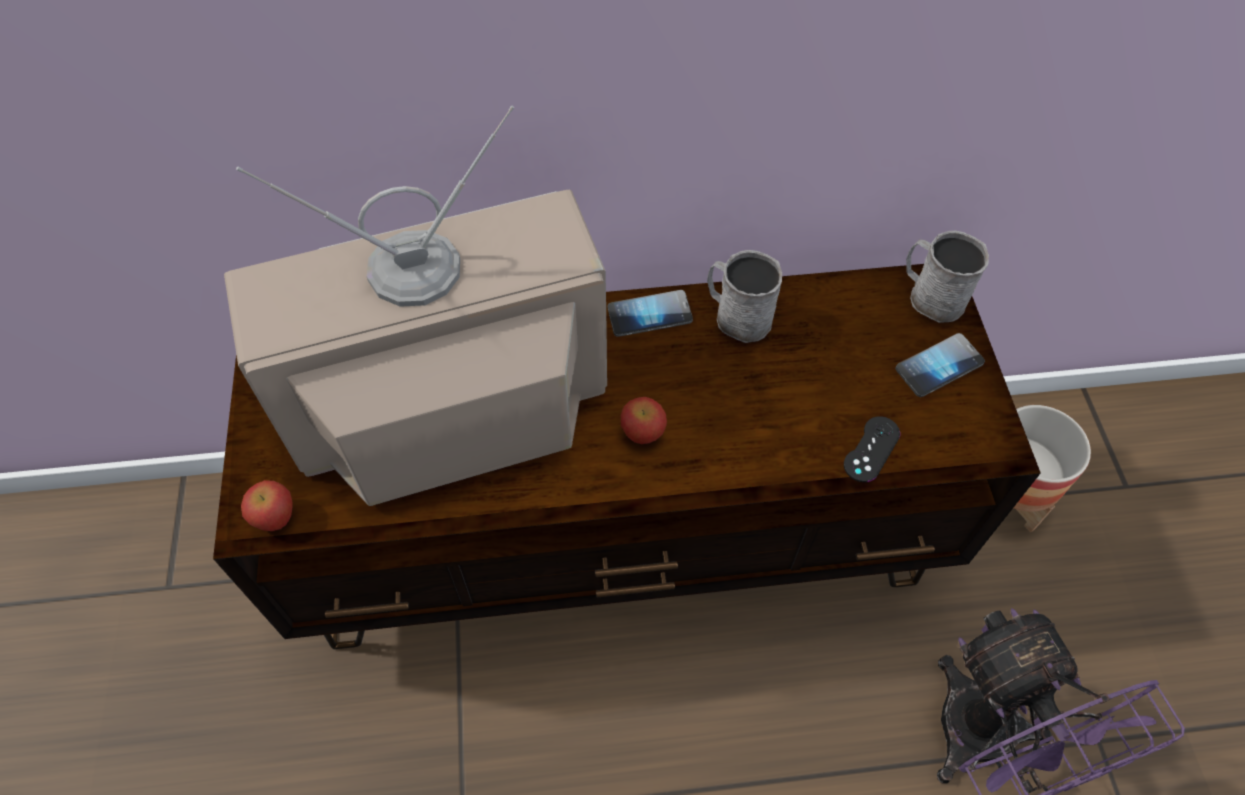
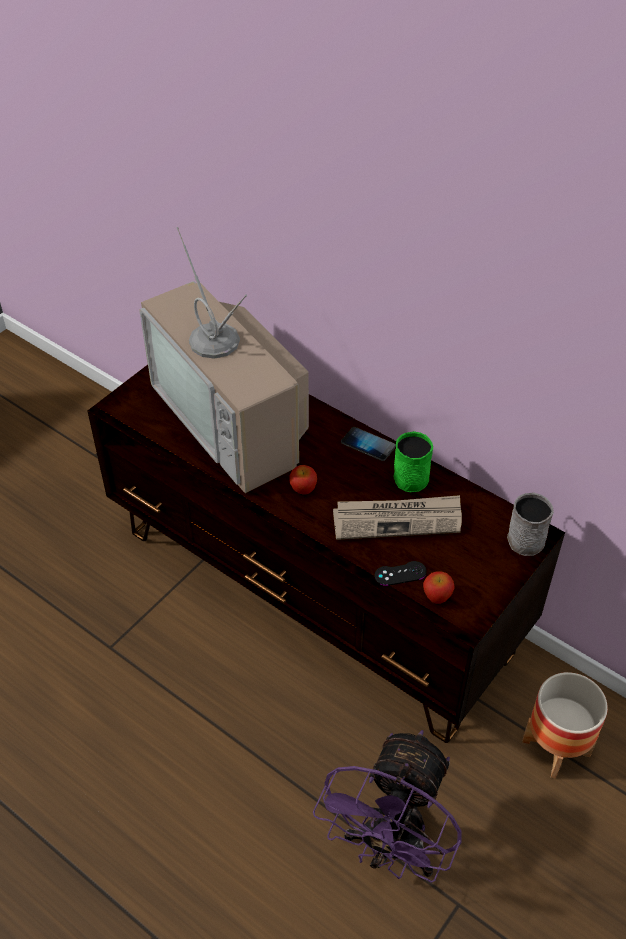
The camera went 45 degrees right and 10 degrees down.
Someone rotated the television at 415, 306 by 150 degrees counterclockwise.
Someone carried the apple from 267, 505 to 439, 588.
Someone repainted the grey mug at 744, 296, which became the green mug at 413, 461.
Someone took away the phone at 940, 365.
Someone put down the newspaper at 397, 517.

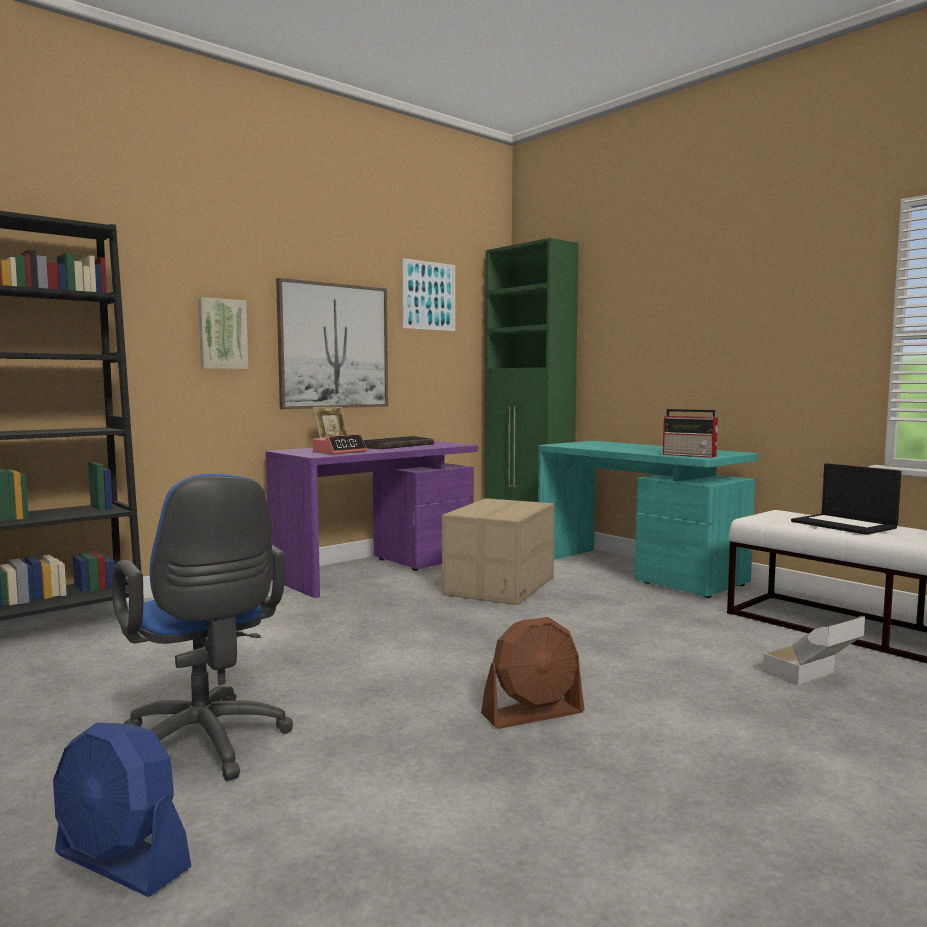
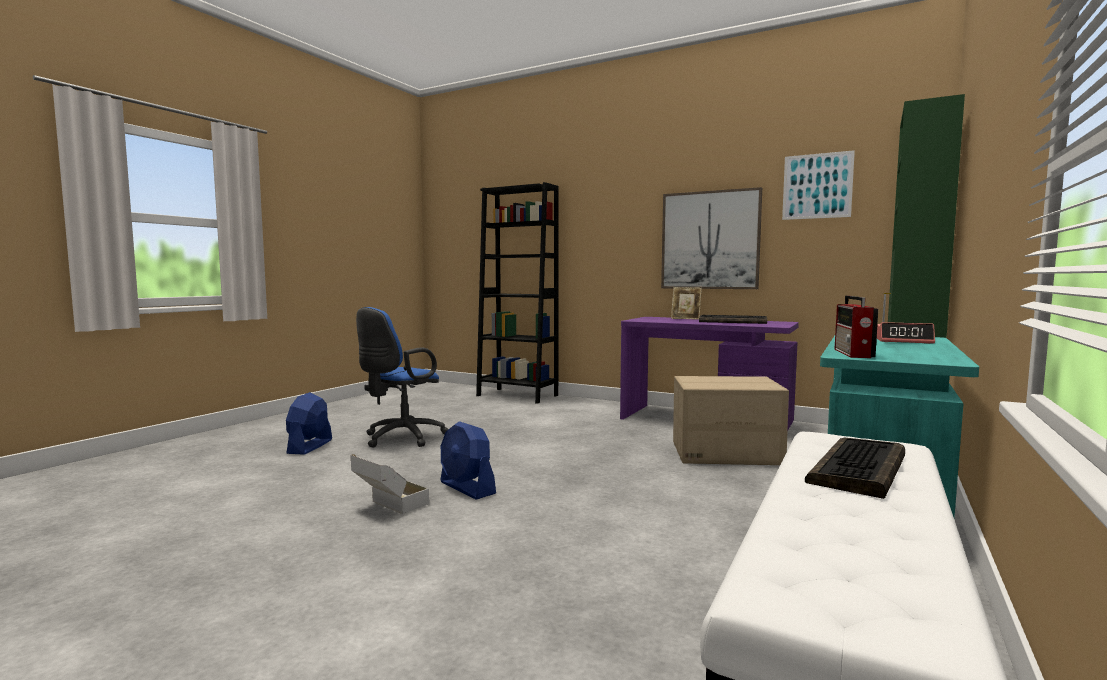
The camera went 70 degrees right and 0 degrees up.
Someone took away the picture at 223, 333.
Someone carried the alarm clock from 339, 444 to 906, 333.
Someone repainted the brown fan at 532, 673, which became the blue fan at 468, 460.
Someone carried the cardboard box from 814, 650 to 390, 484.
Someone swapped the laptop at 846, 499 for the keyboard at 855, 468.

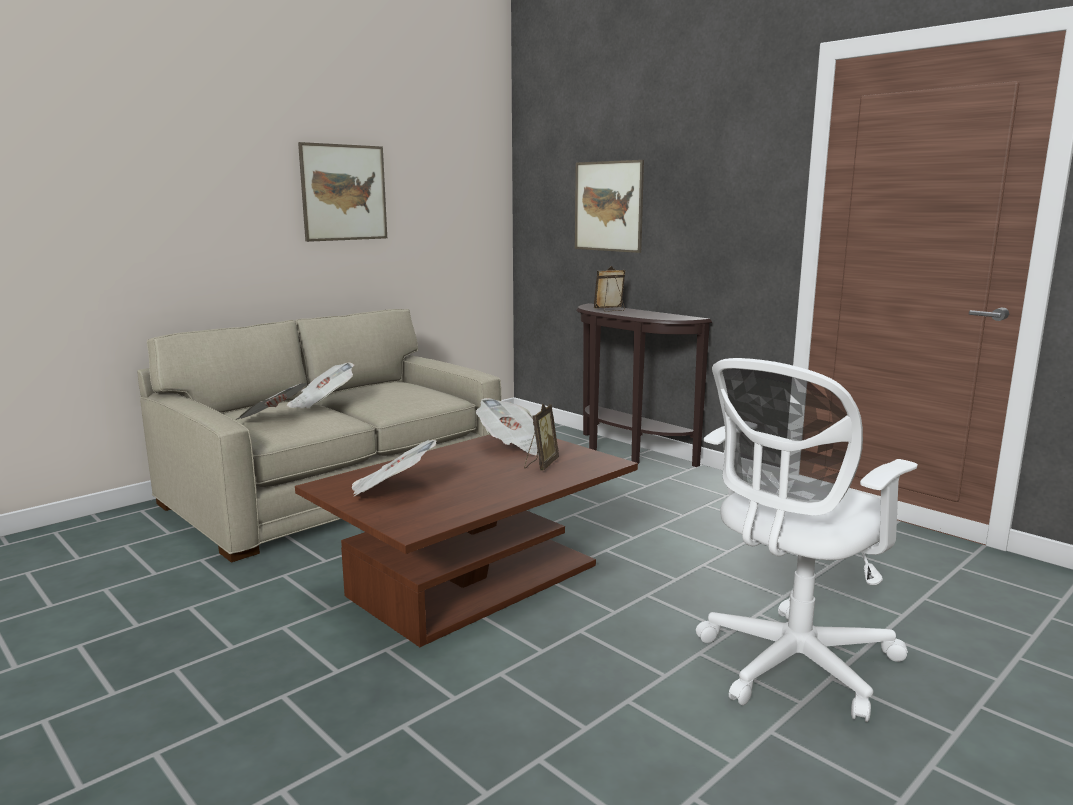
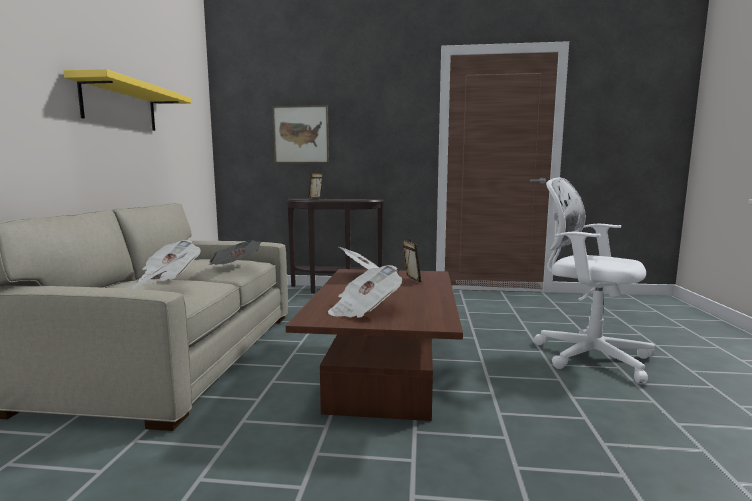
The camera went 40 degrees left and 5 degrees down.
Someone swapped the picture at 342, 192 for the yellow shelf at 127, 100.
Someone rotated the white office chair at 807, 540 by 120 degrees clockwise.
Someone put down the newspaper at 234, 252.

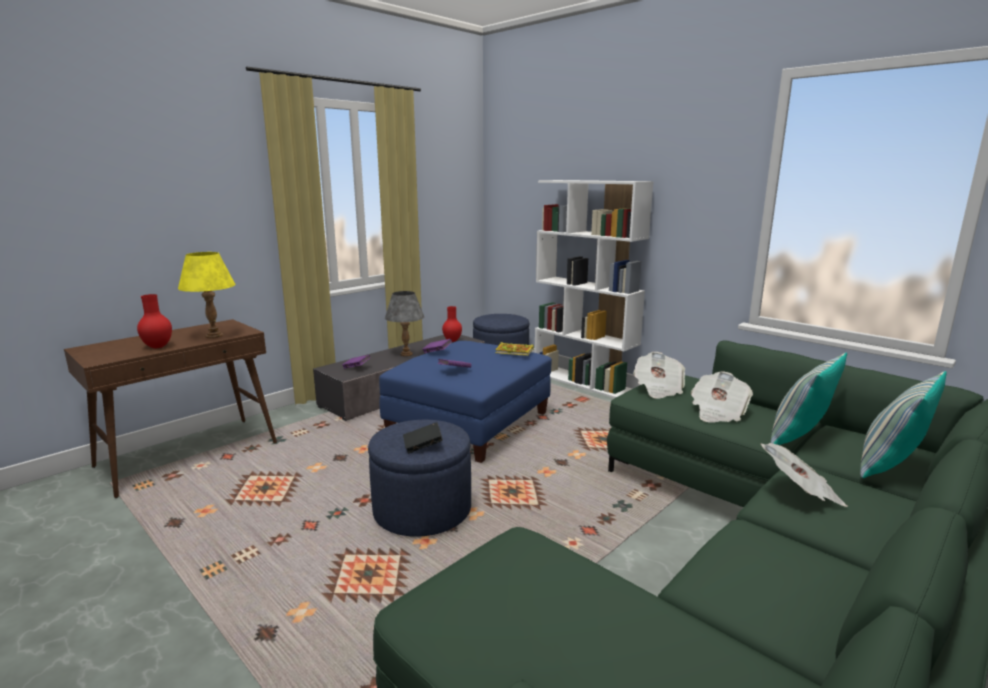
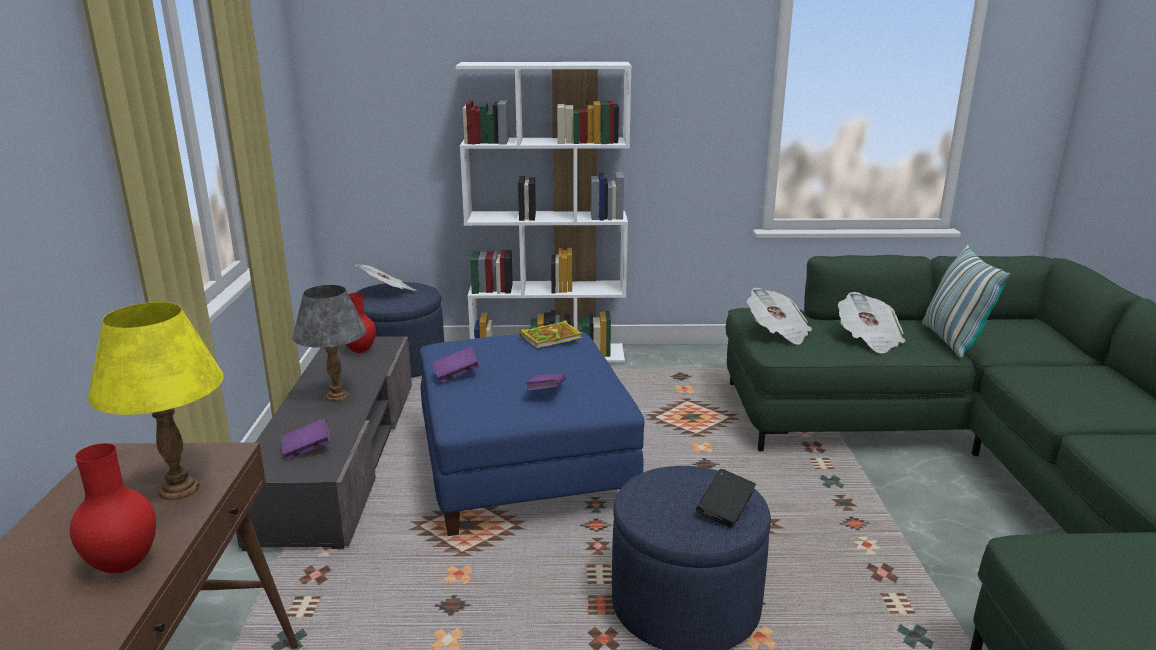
The camera went 45 degrees left and 5 degrees up.
Someone carried the newspaper from 804, 475 to 386, 278.
Someone took away the pillow at 903, 424.

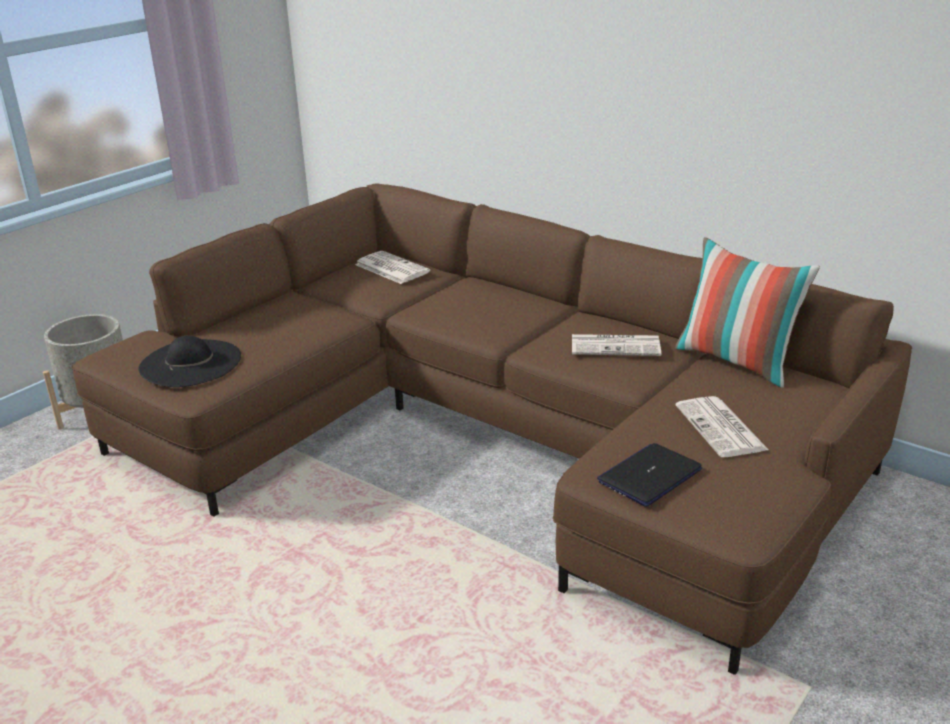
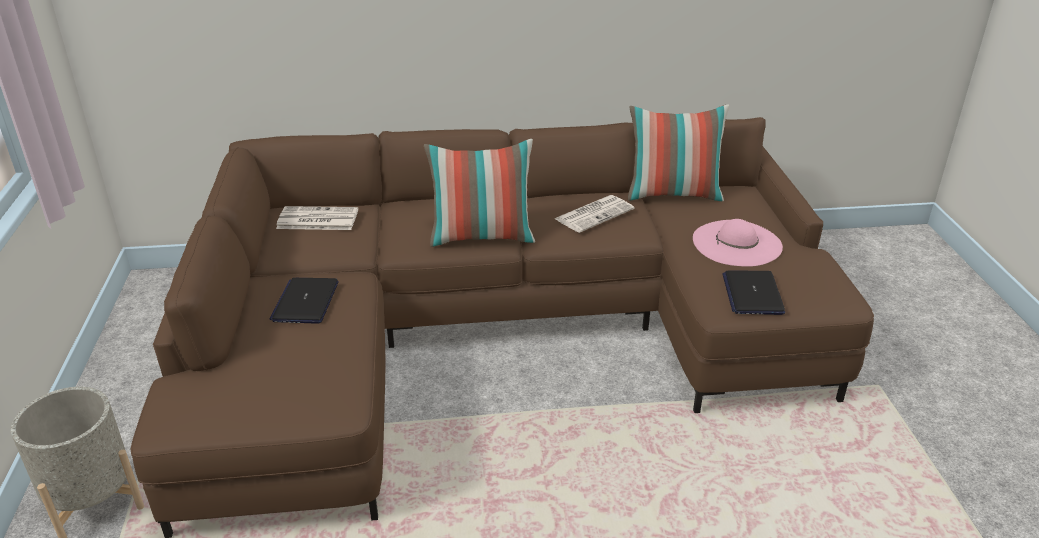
The camera went 45 degrees left and 5 degrees up.
Someone took away the black hat at 189, 361.
Someone swapped the newspaper at 722, 426 for the pink hat at 738, 243.
Someone put down the laptop at 304, 301.
Someone put down the pillow at 479, 193.

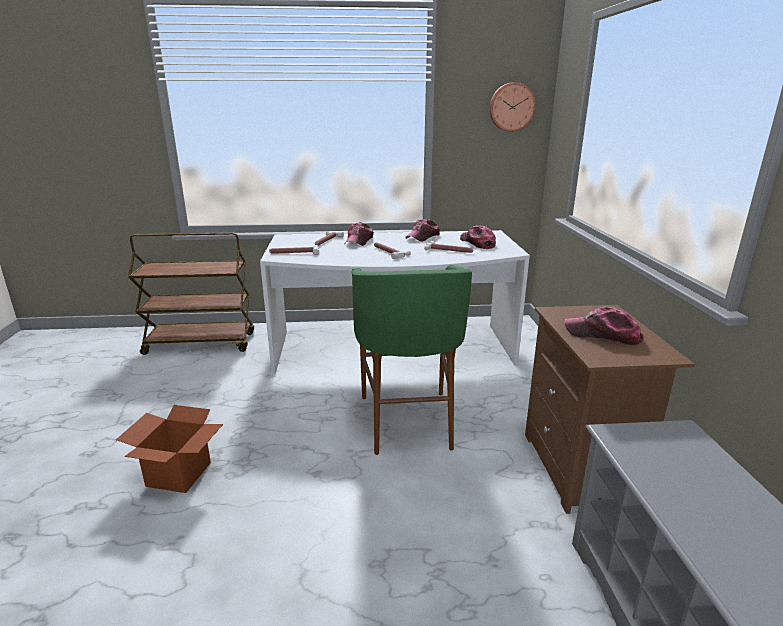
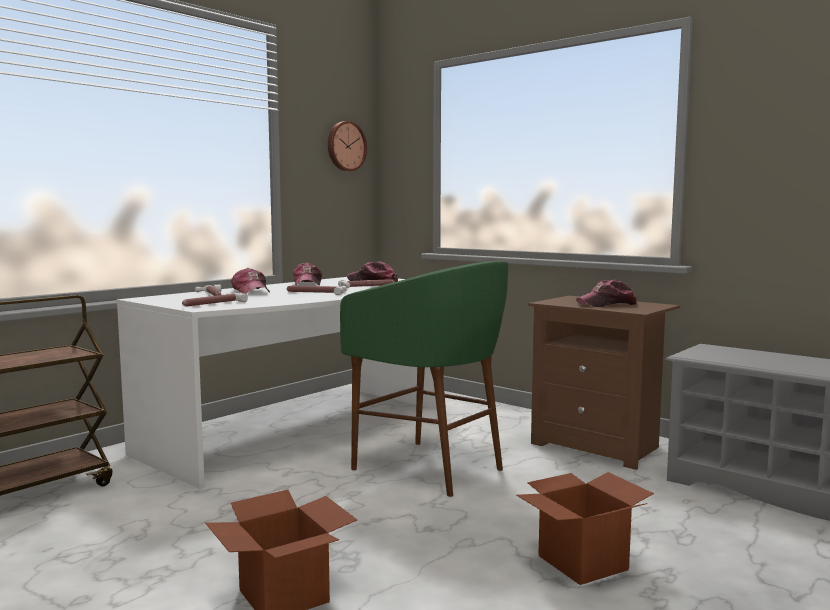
The camera went 45 degrees left and 15 degrees down.
Someone put down the cardboard box at 585, 528.

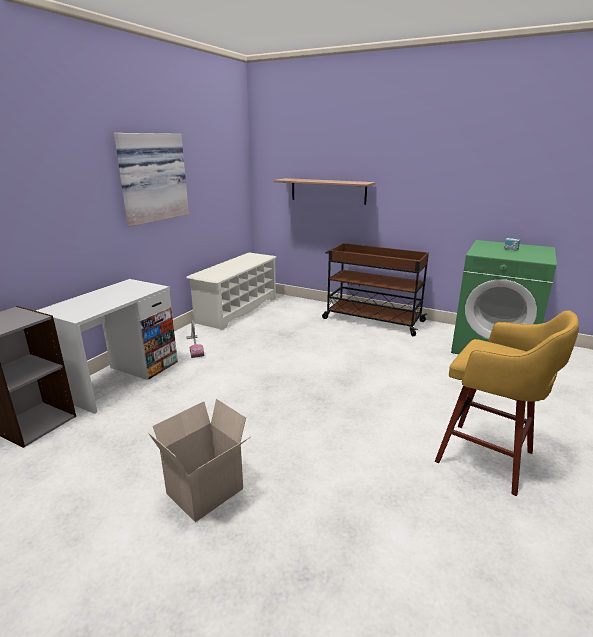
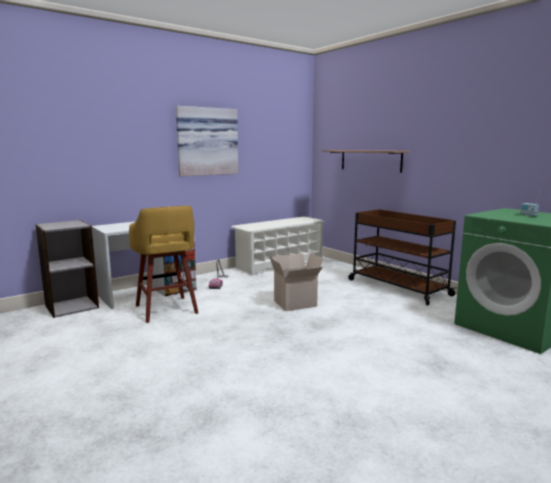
The camera went 25 degrees right and 10 degrees down.
Someone carried the cardboard box from 199, 460 to 296, 282.
Someone carried the yellow stool from 507, 403 to 163, 264.

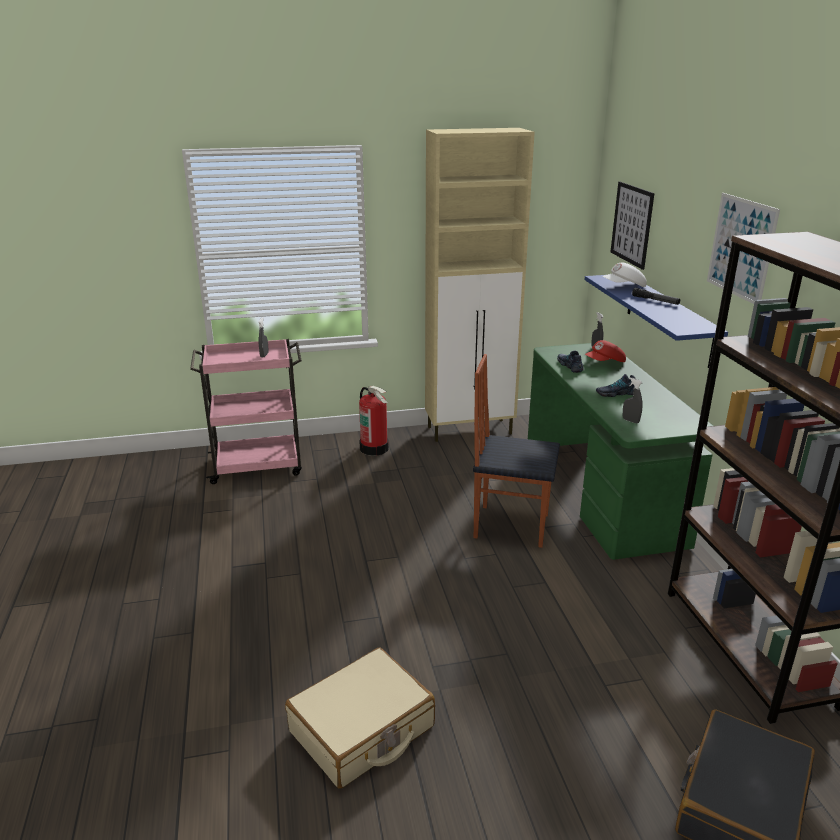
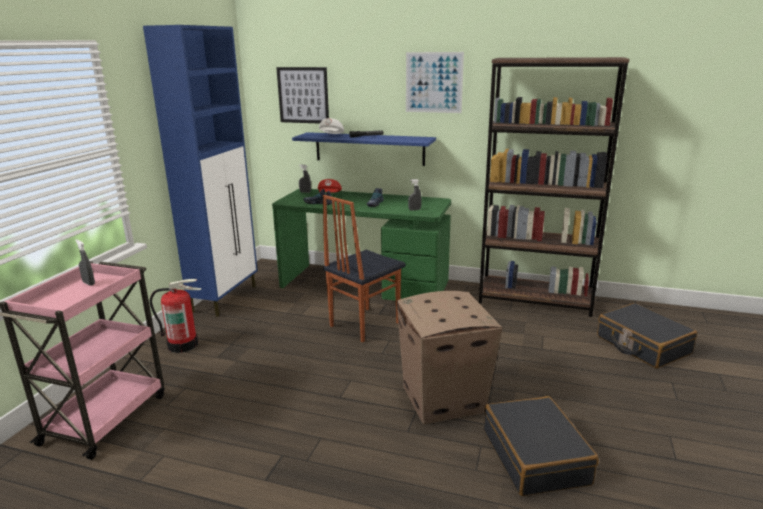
The camera went 60 degrees left and 5 degrees down.
Someone repainted the beige suitcase at 360, 718, which became the black suitcase at 541, 446.
Someone repainted the beige cabinet at 480, 285, which became the blue cabinet at 200, 171.
Someone put down the cardboard box at 450, 357.

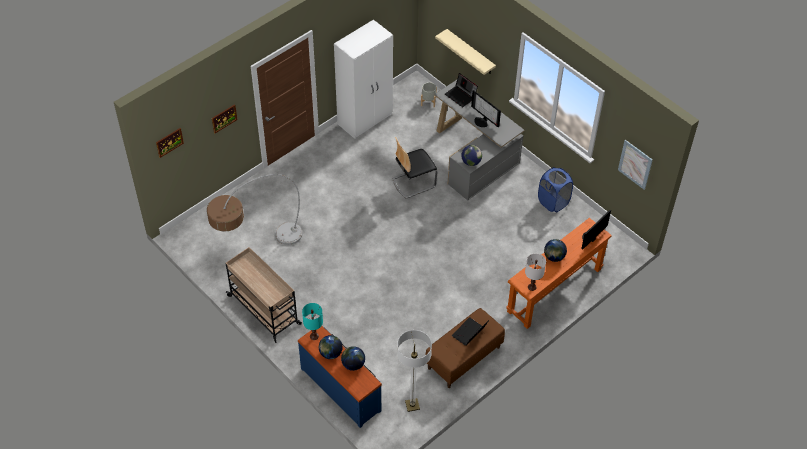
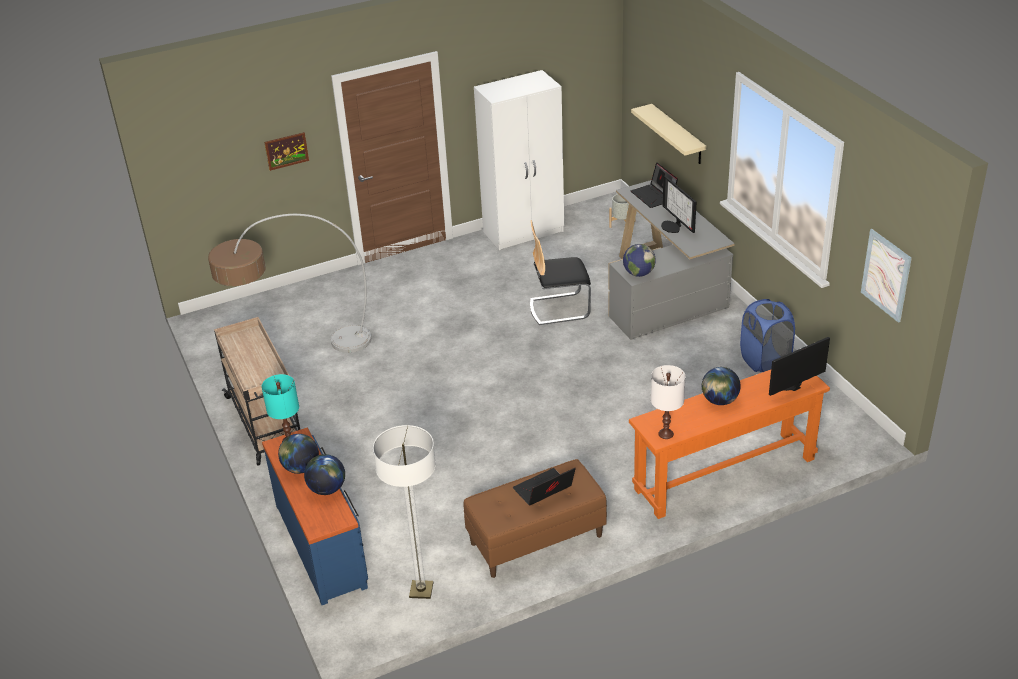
The camera went 20 degrees right and 15 degrees down.
Someone took away the picture at 170, 143.

